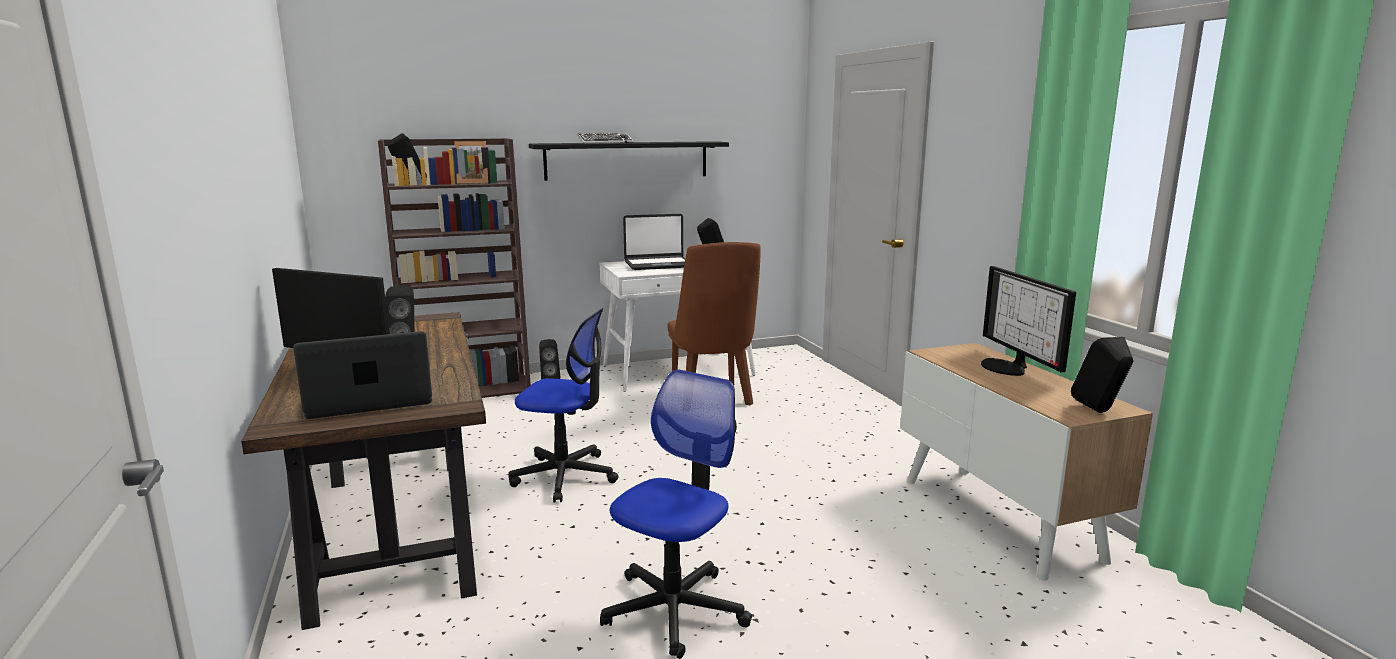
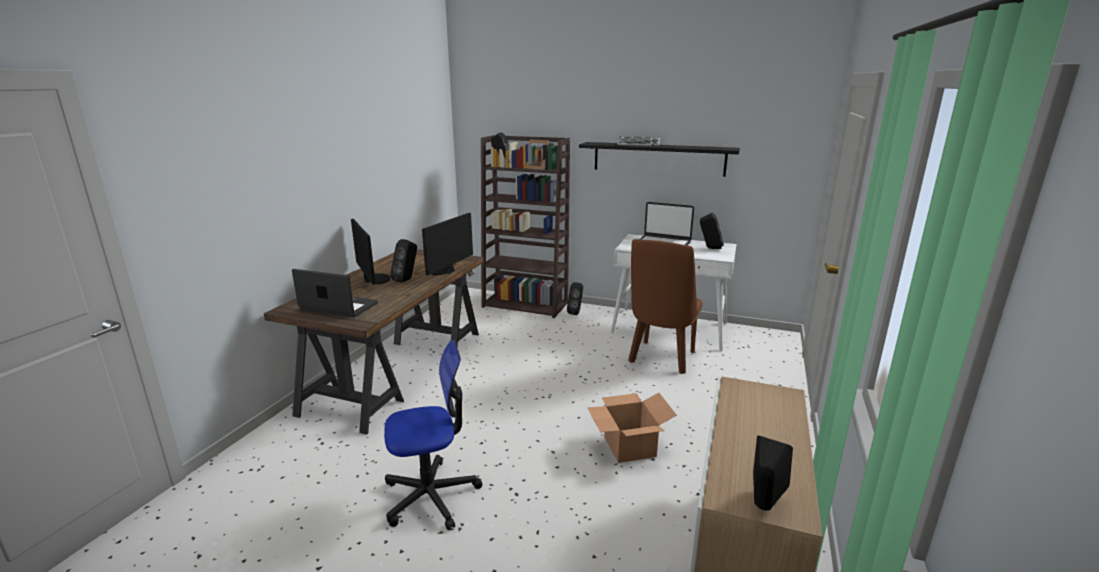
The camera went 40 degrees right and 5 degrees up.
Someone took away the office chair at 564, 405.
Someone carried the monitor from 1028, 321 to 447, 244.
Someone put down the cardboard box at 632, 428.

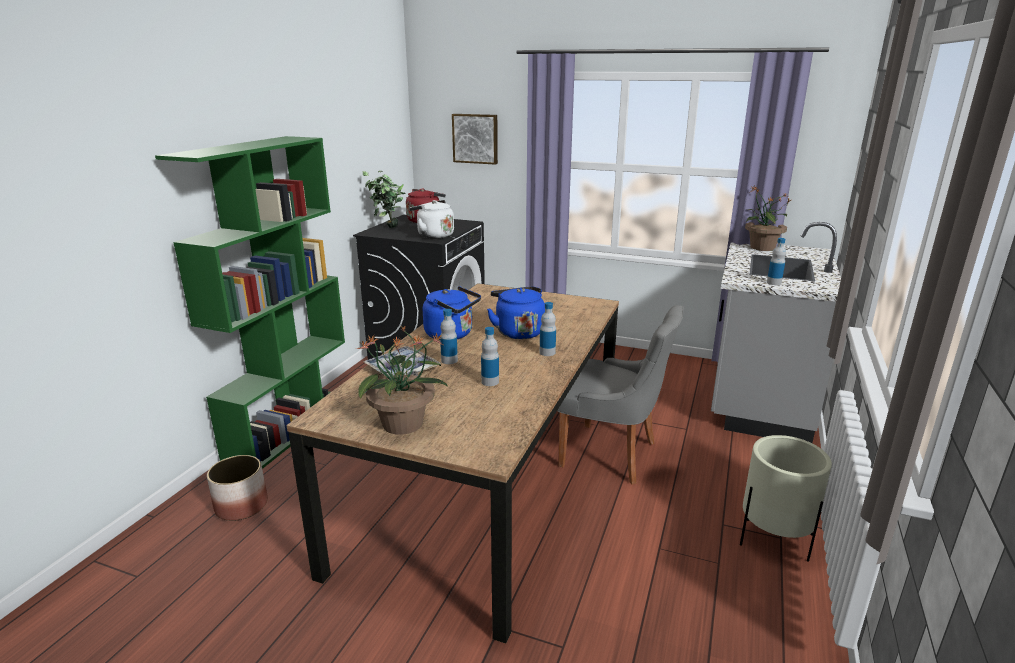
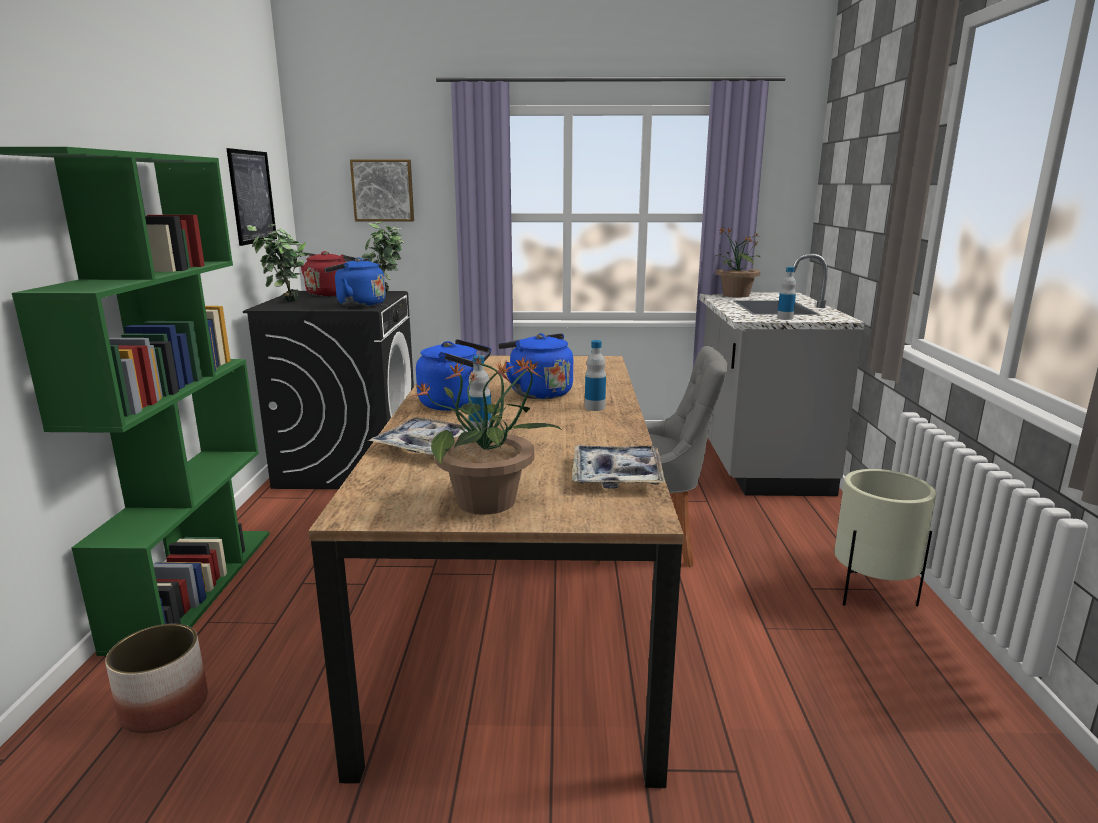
The camera went 20 degrees left and 5 degrees down.
Someone repainted the white kettle at 431, 219, which became the blue kettle at 355, 282.
Someone took away the bottle at 490, 356.
Someone put up the picture at 251, 197.
Someone put down the potted plant at 382, 258.
Someone put down the tray at 618, 467.

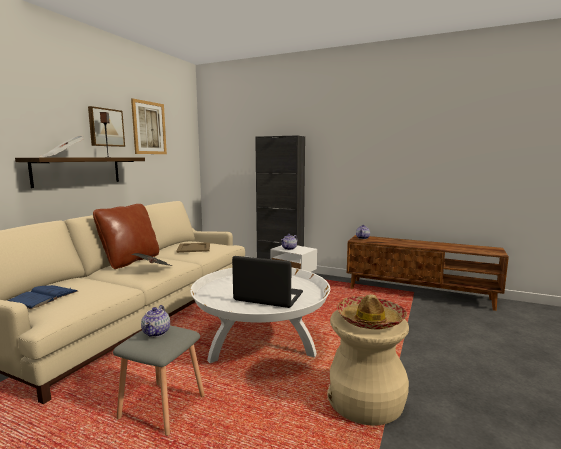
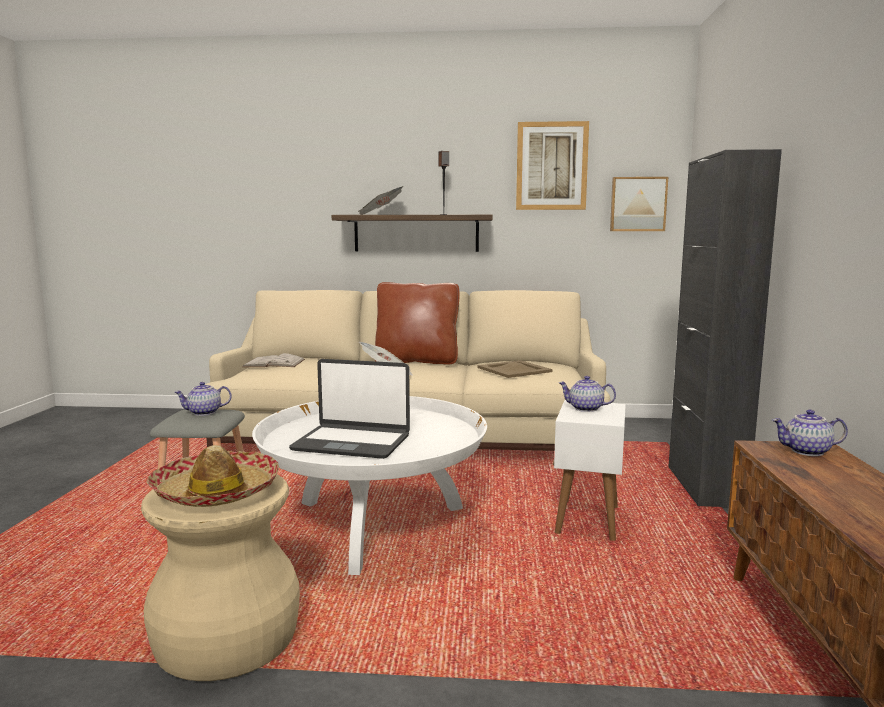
The camera went 70 degrees right and 0 degrees up.
Someone repainted the blue book at 42, 297, which became the white book at 273, 360.
Someone carried the picture from 106, 126 to 639, 204.
Someone rotated the laptop at 267, 282 by 105 degrees clockwise.

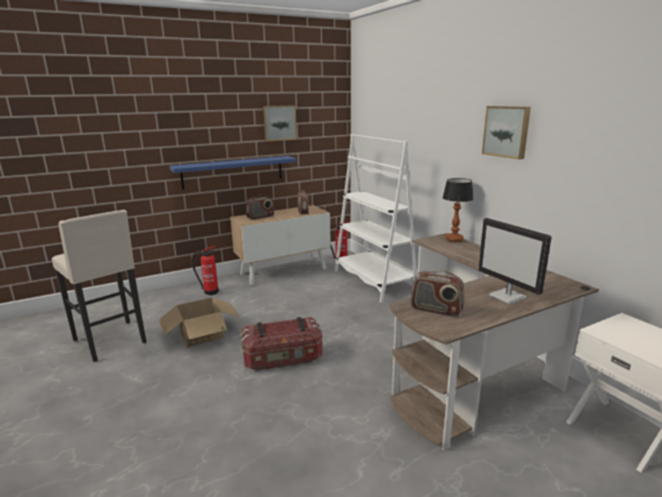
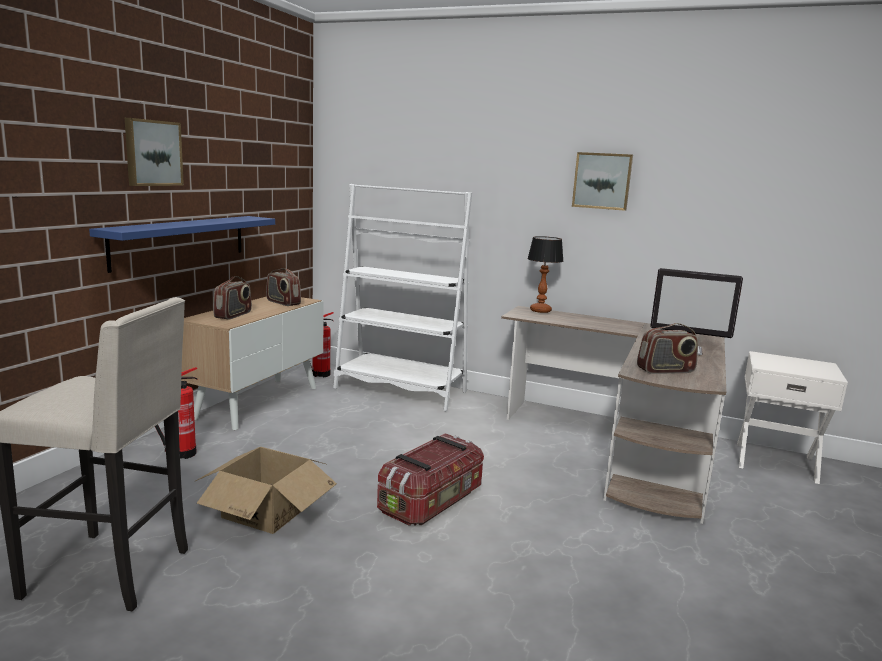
The camera went 40 degrees left and 5 degrees down.
Someone carried the picture from 280, 123 to 154, 152.

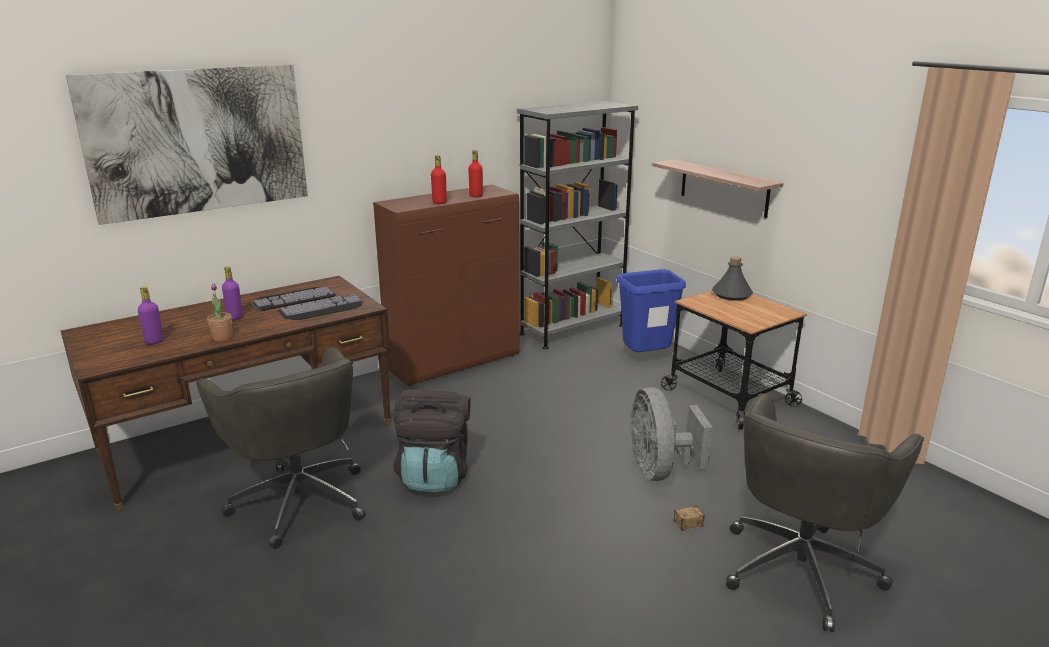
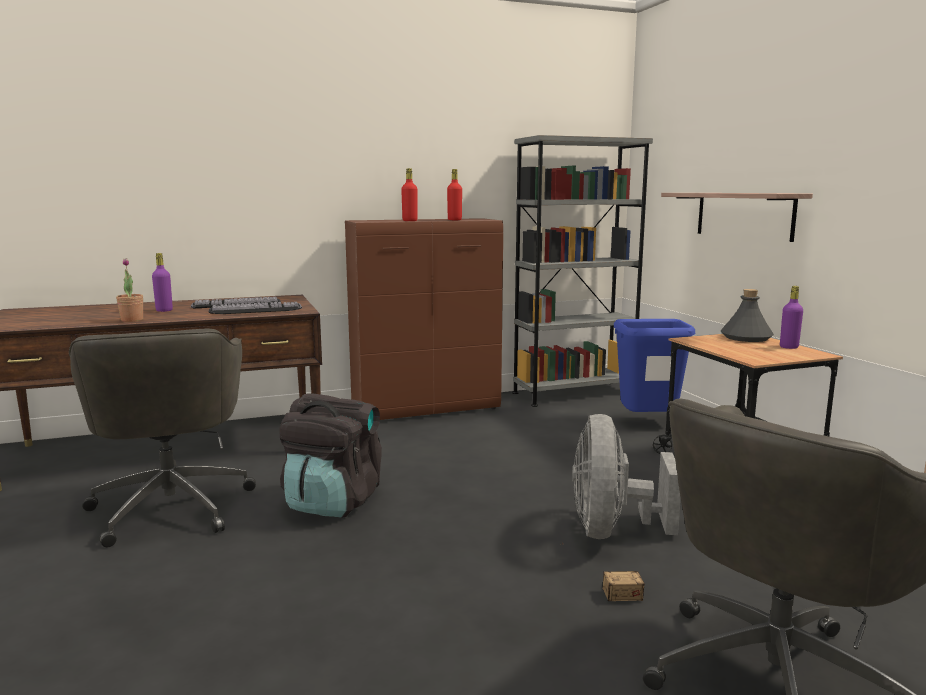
The camera went 15 degrees right and 10 degrees down.
Someone took away the picture at 187, 145.
Someone carried the purple bottle from 151, 315 to 791, 317.

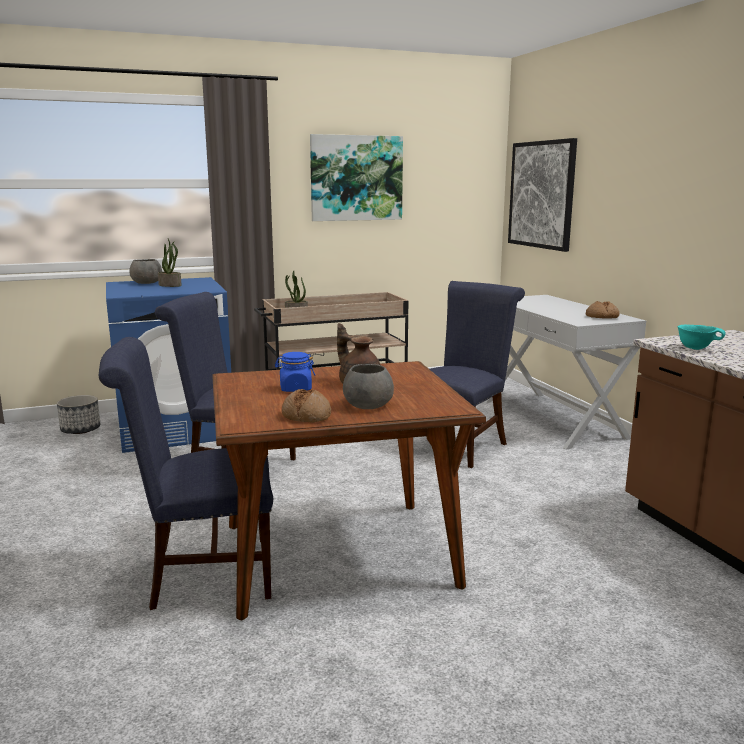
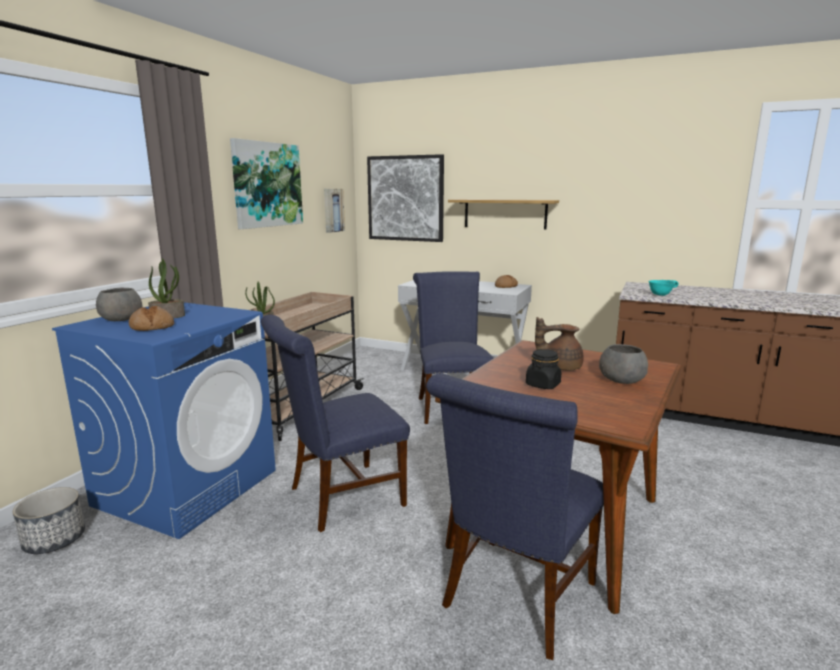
The camera went 45 degrees left and 0 degrees up.
Someone repainted the blue jar at 295, 372, which became the black jar at 544, 369.
Someone carried the bread from 306, 405 to 151, 318.
Someone put up the picture at 334, 211.
Someone put up the shelf at 503, 214.

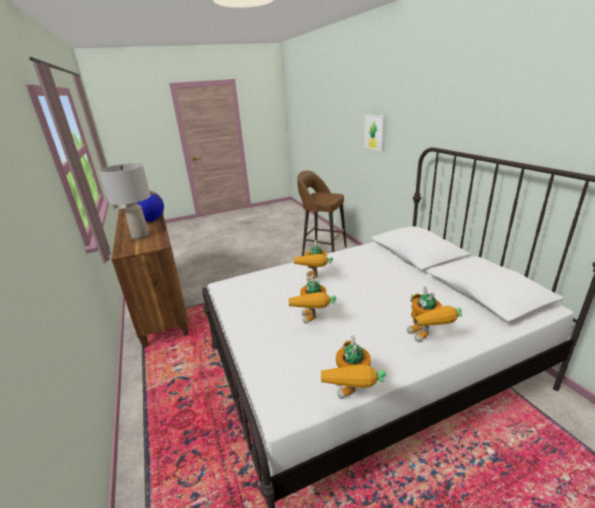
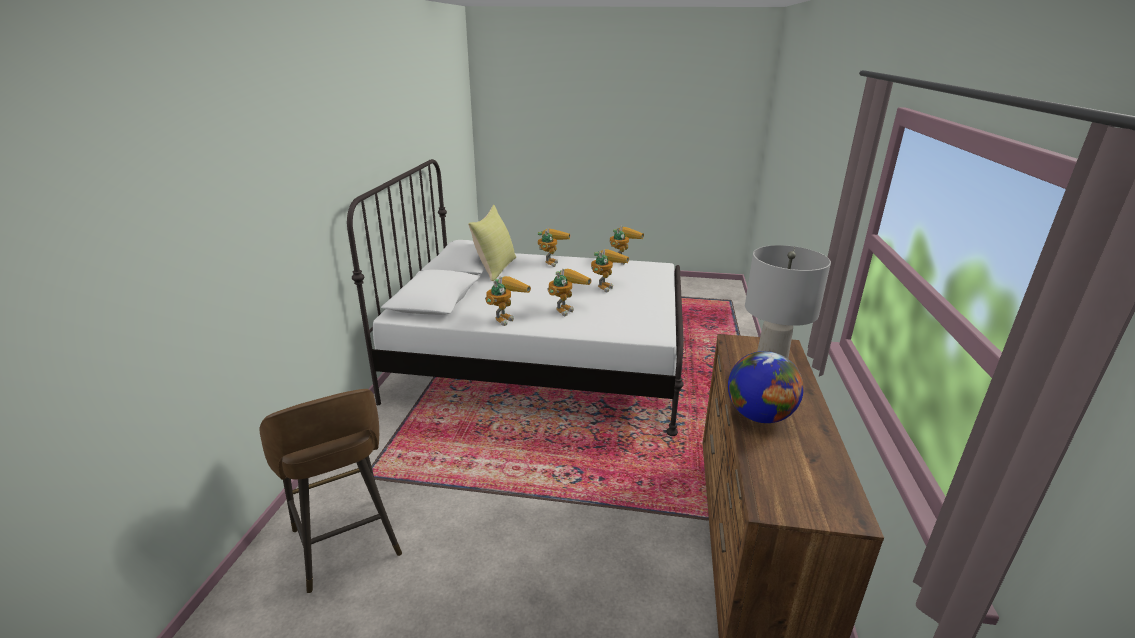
The camera went 150 degrees left and 0 degrees up.
Someone took away the picture at 374, 132.
Someone put down the yellow pillow at 492, 243.
Someone put down the toy robot at 508, 301.

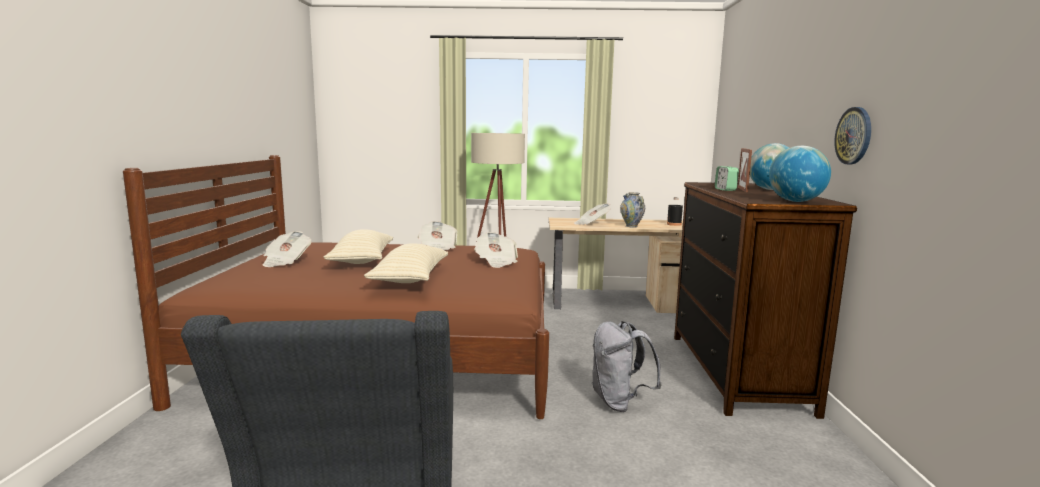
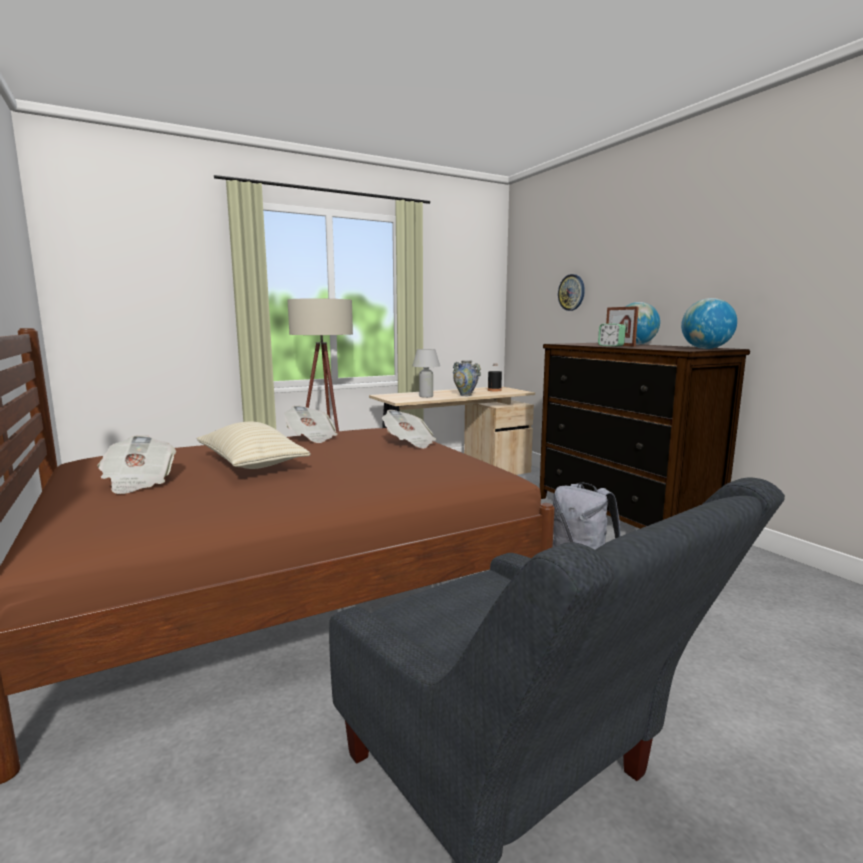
The camera went 30 degrees left and 0 degrees up.
Someone took away the beige pillow at 406, 263.
Someone swapped the newspaper at 592, 214 for the white table lamp at 426, 373.
Someone carried the wall clock from 852, 136 to 571, 292.

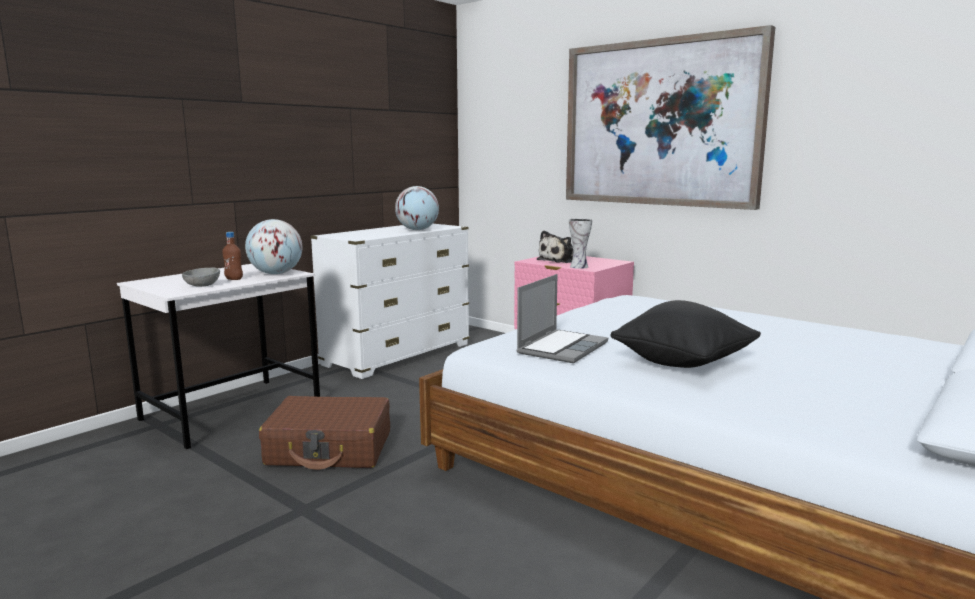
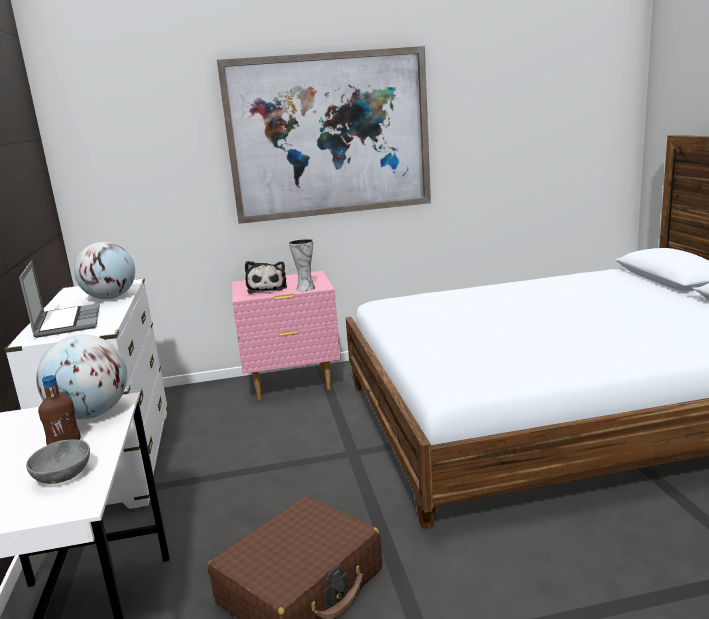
The camera went 50 degrees left and 5 degrees up.
Someone carried the laptop from 562, 318 to 59, 299.
Someone took away the black pillow at 685, 334.

